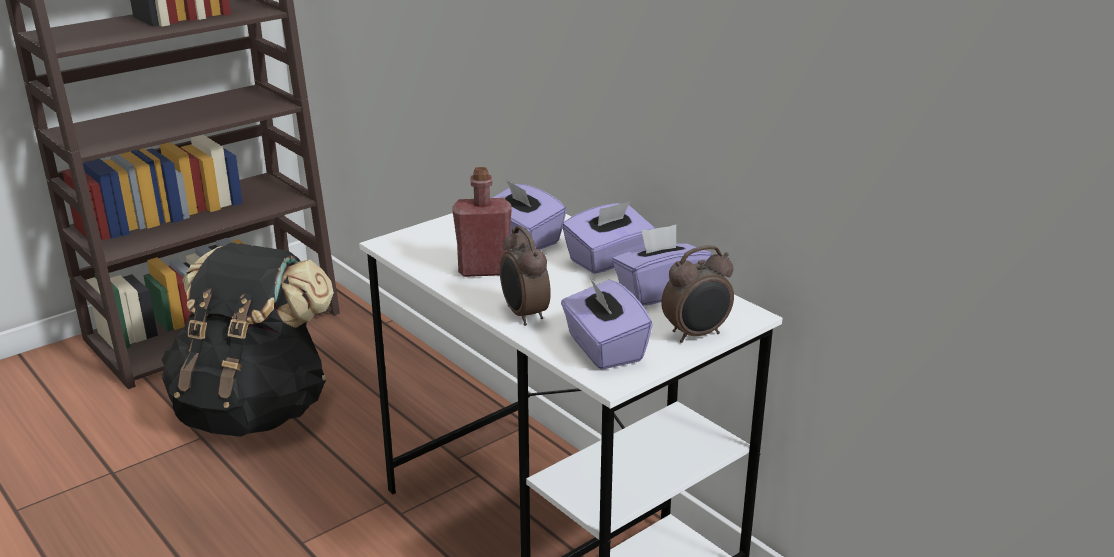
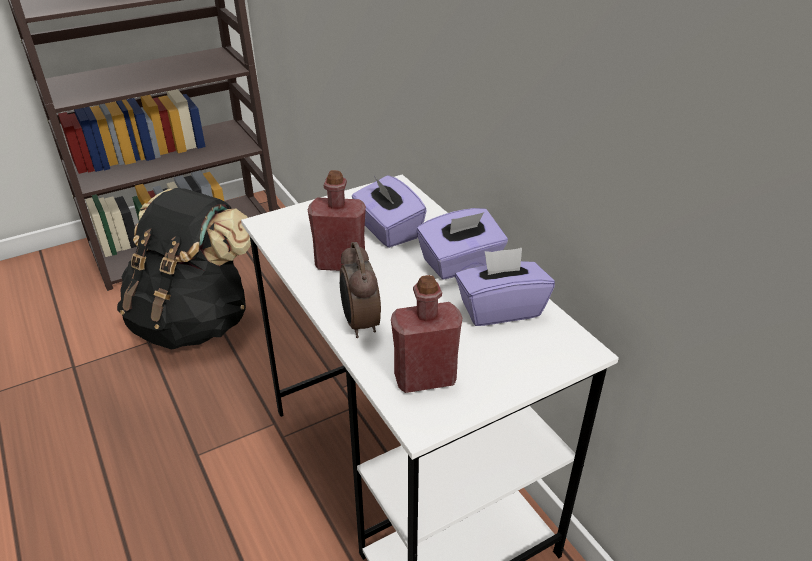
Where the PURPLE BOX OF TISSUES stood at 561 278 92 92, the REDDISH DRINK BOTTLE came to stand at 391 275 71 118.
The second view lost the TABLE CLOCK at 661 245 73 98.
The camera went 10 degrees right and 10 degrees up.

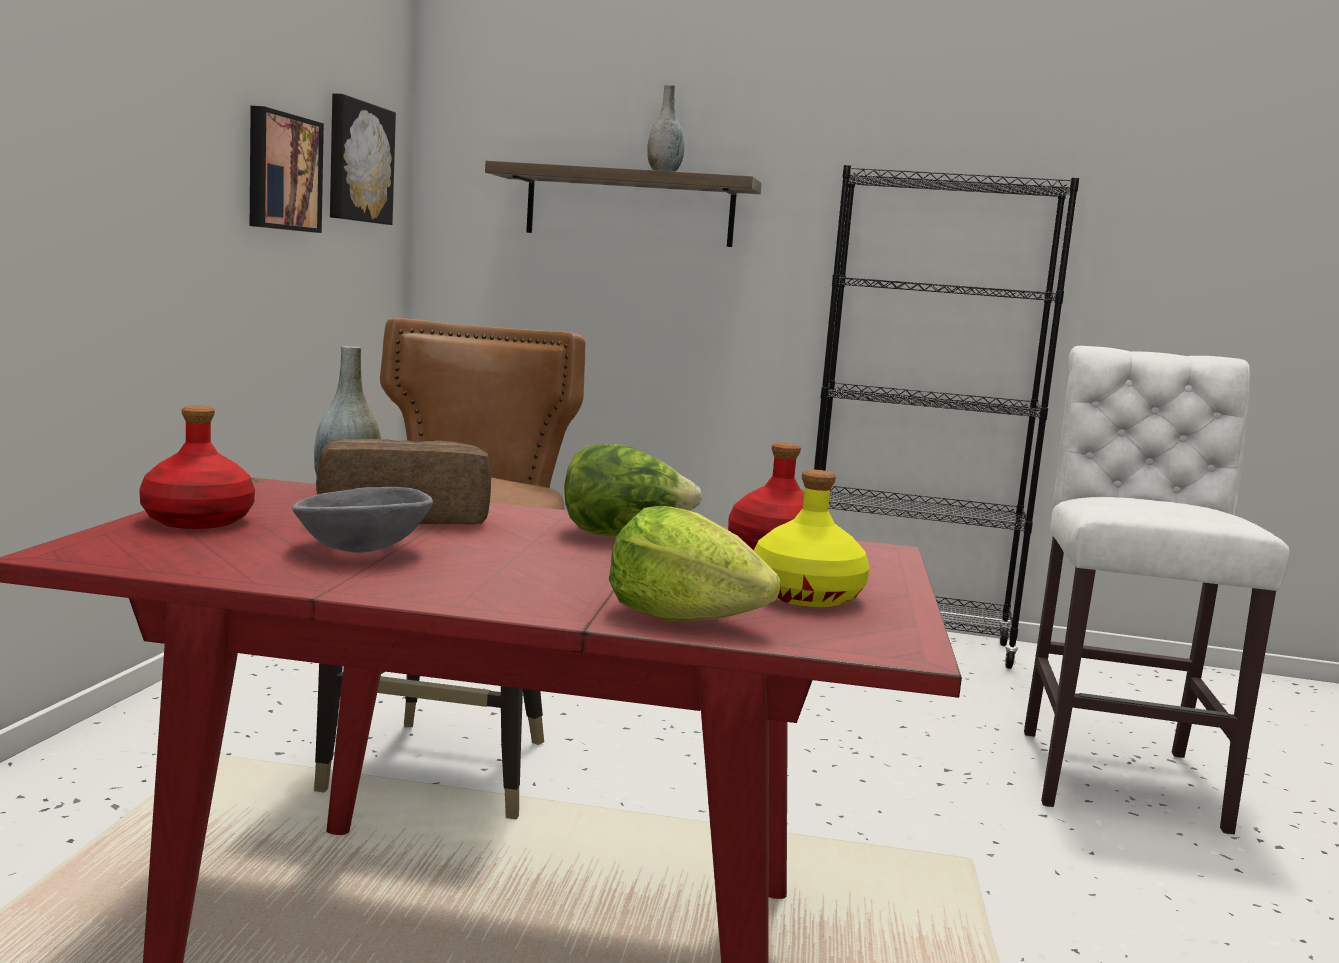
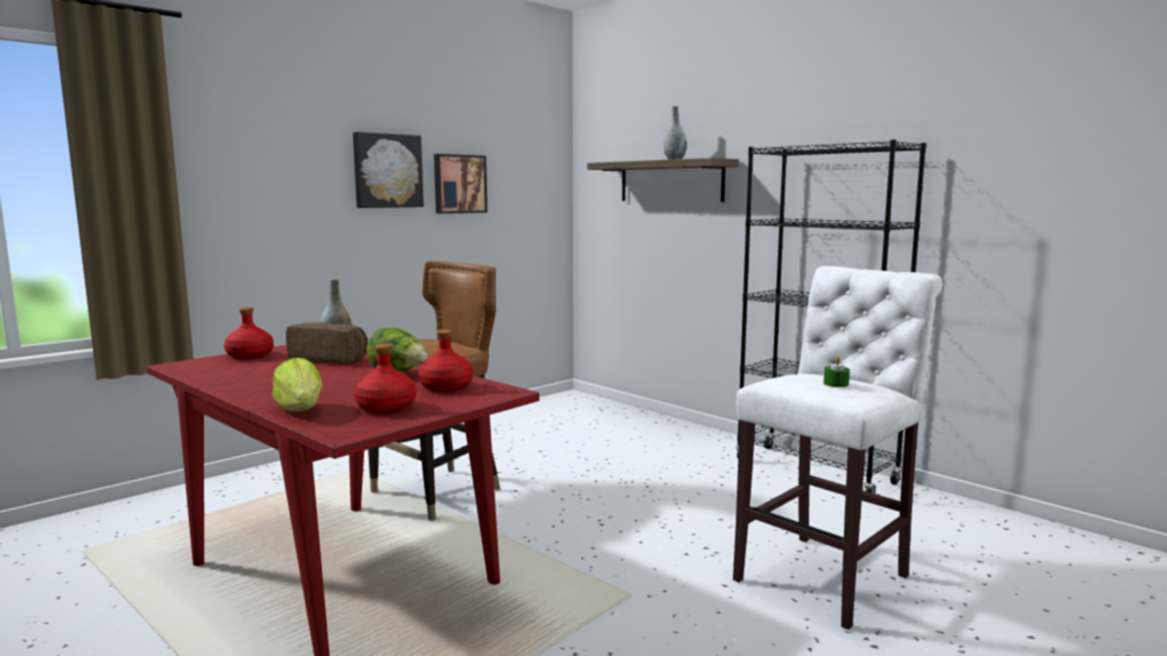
The second view lost the GRAY DEEP DISH at 292 487 141 66.
The PICTURE ended up elsewhere, having gone from 330 93 66 132 to 353 132 71 76.
What was the YELLOW-COLOURED DRINK BOTTLE at 754 470 116 137 turned into the REDDISH DRINK BOTTLE at 354 344 62 70.
The second view gained the GREEN-COLOURED WAX CANDLE at 824 356 26 31.
The camera went 35 degrees right and 0 degrees up.

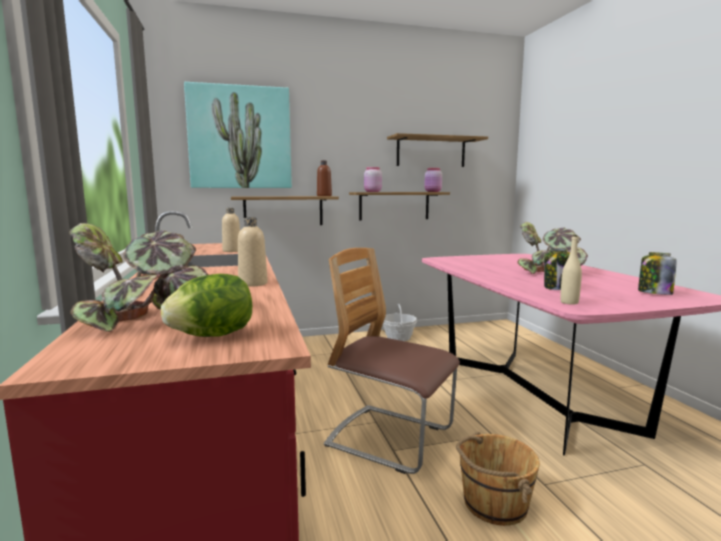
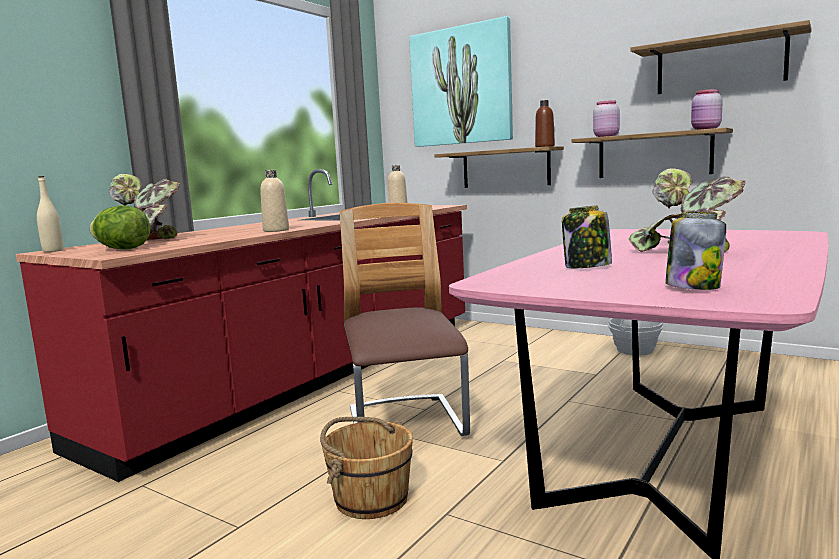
The SAND-COLOURED DRINK BOTTLE ended up elsewhere, having gone from 560 235 22 70 to 37 176 26 76.
The camera went 50 degrees right and 0 degrees up.

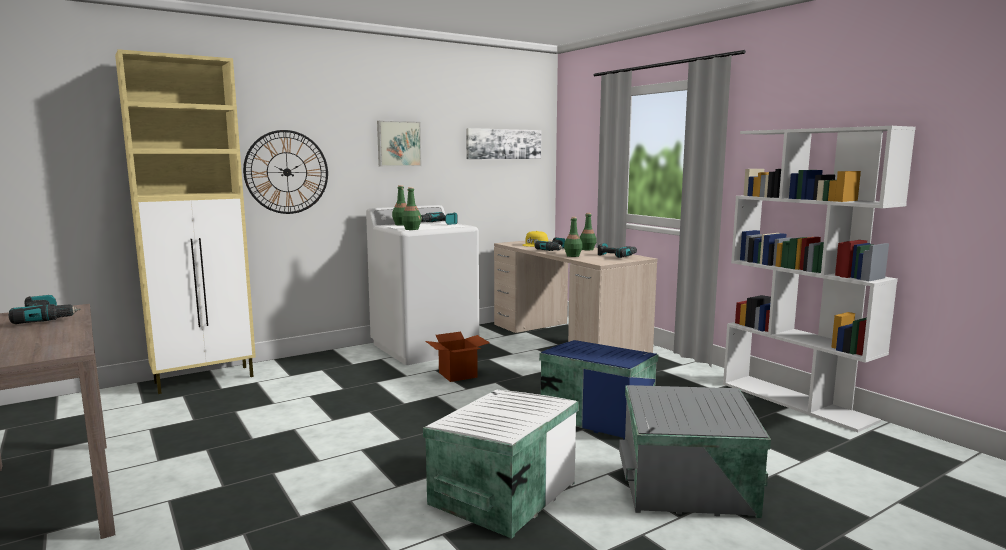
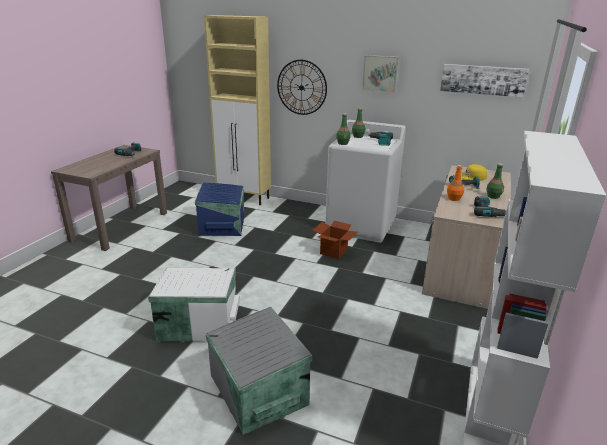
The BLUE STORAGE BOX ended up elsewhere, having gone from 539 340 119 100 to 195 183 49 53.
What was the GREEN-COLOURED DRINK BOTTLE at 564 217 19 40 turned into the ORANGE DRINK BOTTLE at 447 165 17 36.
The camera went 55 degrees right and 15 degrees up.

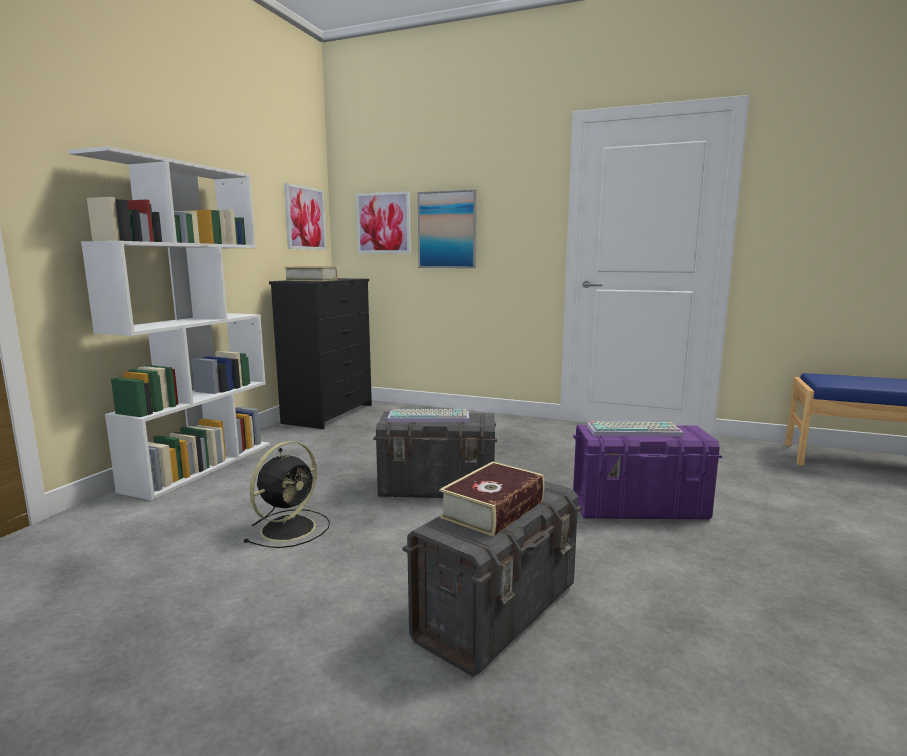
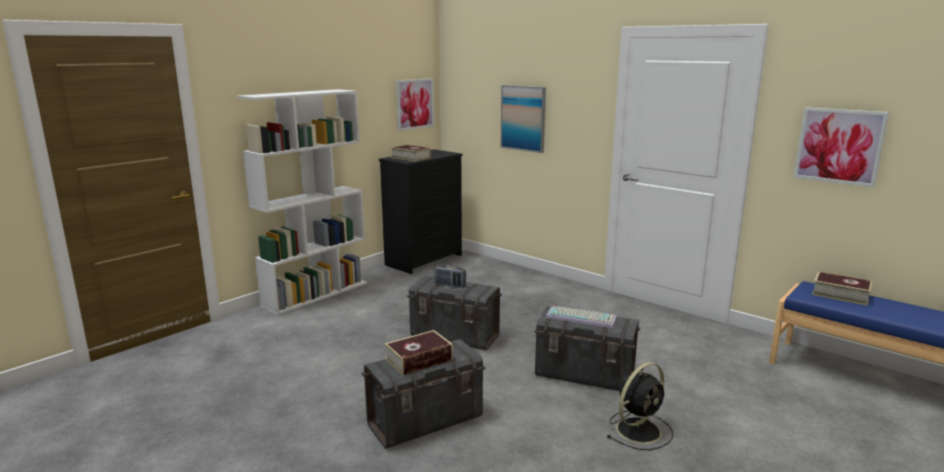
The BLACK ELECTRIC FAN ended up elsewhere, having gone from 243 441 87 107 to 606 362 67 88.
The PICTURE ended up elsewhere, having gone from 356 191 55 62 to 794 107 95 80.
Where the COMPUTER KEYBOARD stood at 387 409 83 13, the RADIO RECEIVER came to stand at 434 265 32 23.
What was the PURPLE STORAGE BOX at 573 425 149 94 turned into the GRAY STORAGE BOX at 534 306 106 85.
The second view gained the BOOK at 812 272 60 34.
The camera went 20 degrees right and 5 degrees up.

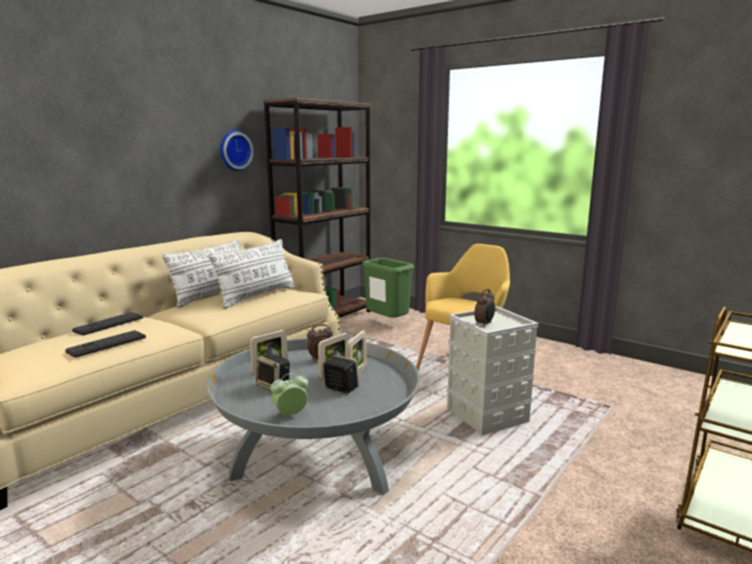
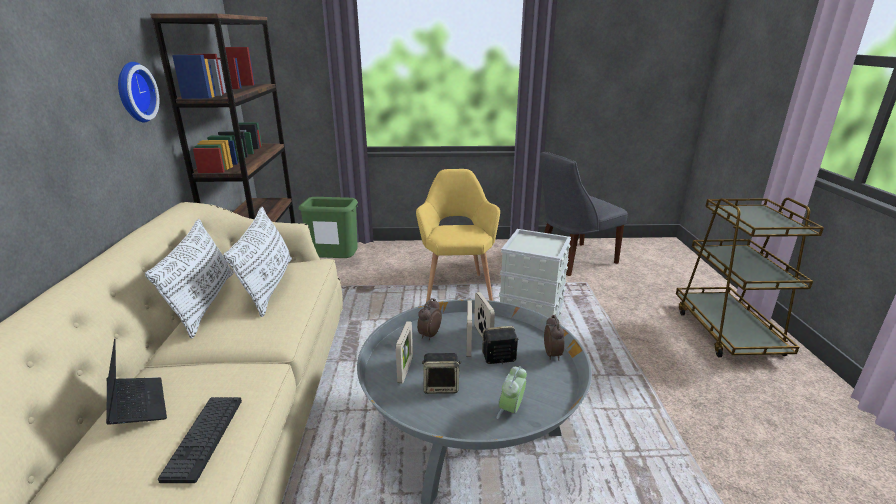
Where the COMPUTER KEYBOARD stood at 72 312 71 24, the NOTEBOOK COMPUTER came to stand at 106 339 61 86.
The TABLE CLOCK ended up elsewhere, having gone from 474 289 21 38 to 544 315 21 46.
The second view gained the GRAY UPRIGHT CHAIR at 540 151 88 125.
The camera went 40 degrees left and 10 degrees up.

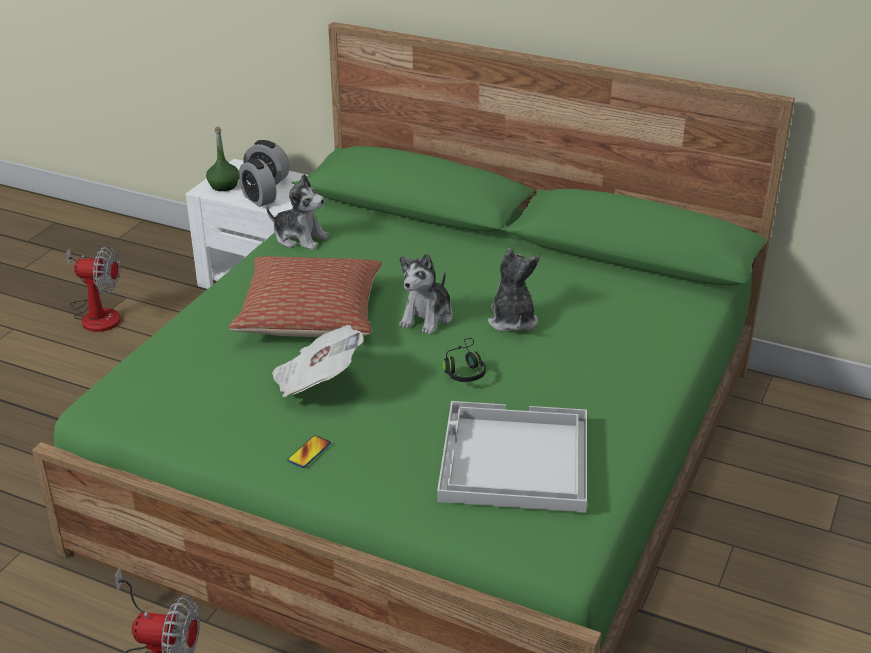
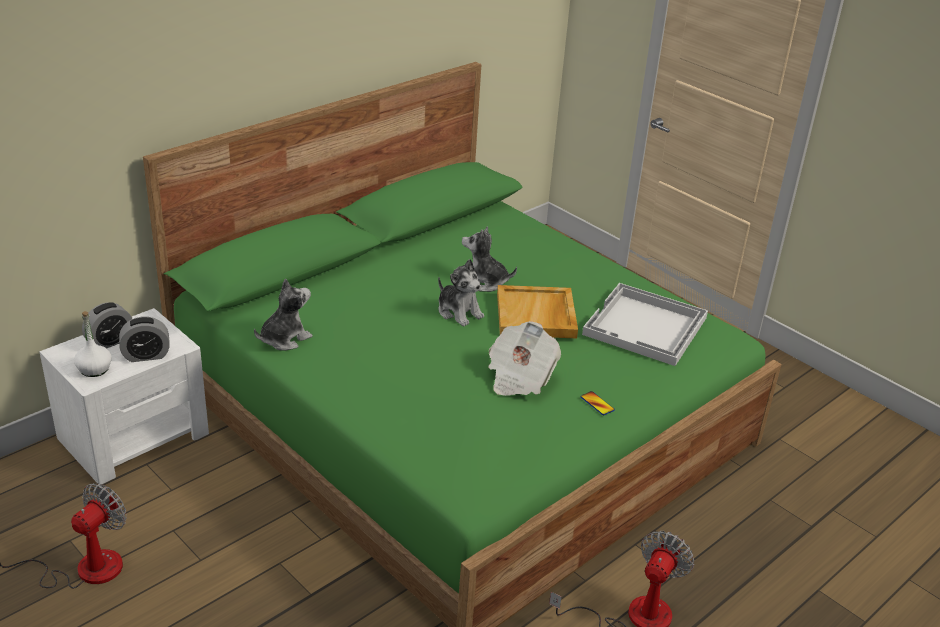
What was the GREEN-COLOURED DRINK BOTTLE at 206 126 33 65 turned into the WHITE DRINK BOTTLE at 74 311 38 66.
The second view lost the CUSHION at 229 256 153 81.
Where the BLACK HEADSET stood at 443 338 43 44, the SAND-COLOURED SERVING TRAY came to stand at 497 285 81 54.
The camera went 70 degrees left and 0 degrees up.

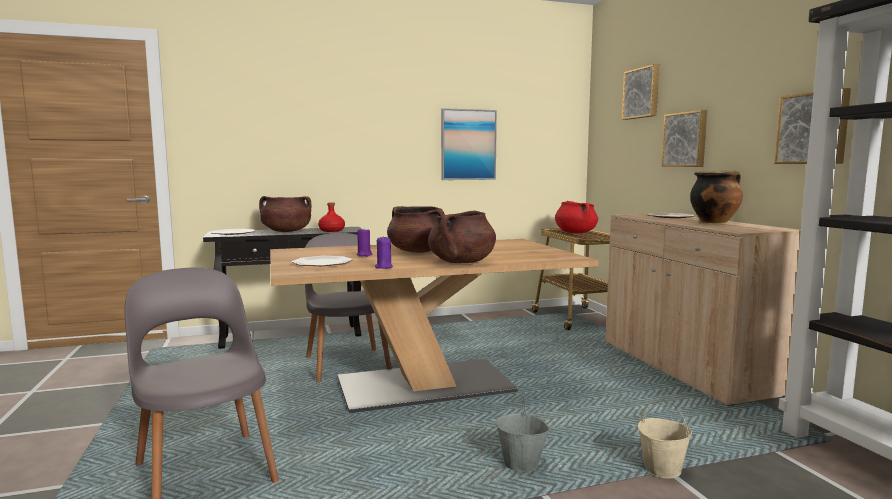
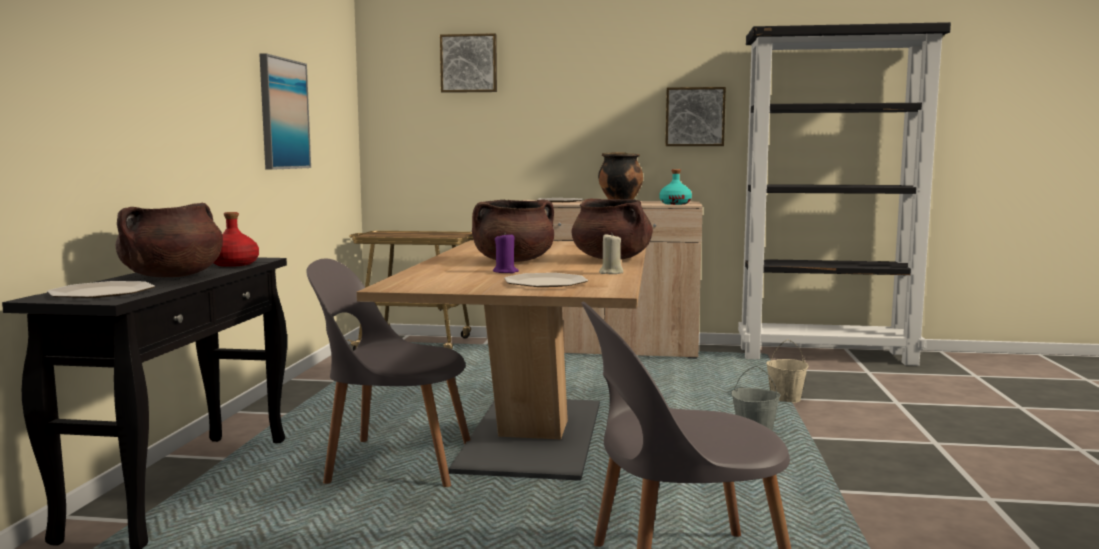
What was the PURPLE WAX CANDLE at 375 236 18 33 turned into the SAND-COLOURED WAX CANDLE at 599 233 24 41.
The second view lost the REDDISH COOKING POT at 555 201 43 32.
The second view lost the PICTURE at 661 110 46 57.
The second view gained the TURQUOISE-COLOURED DRINK BOTTLE at 660 169 32 36.
The camera went 65 degrees left and 0 degrees up.

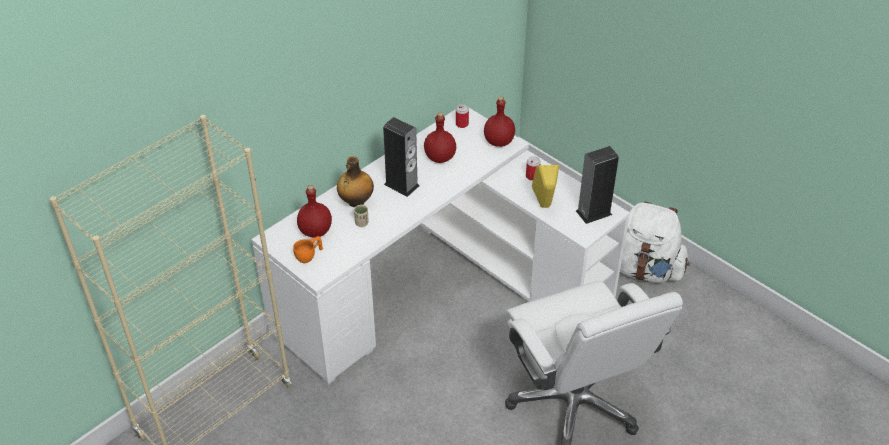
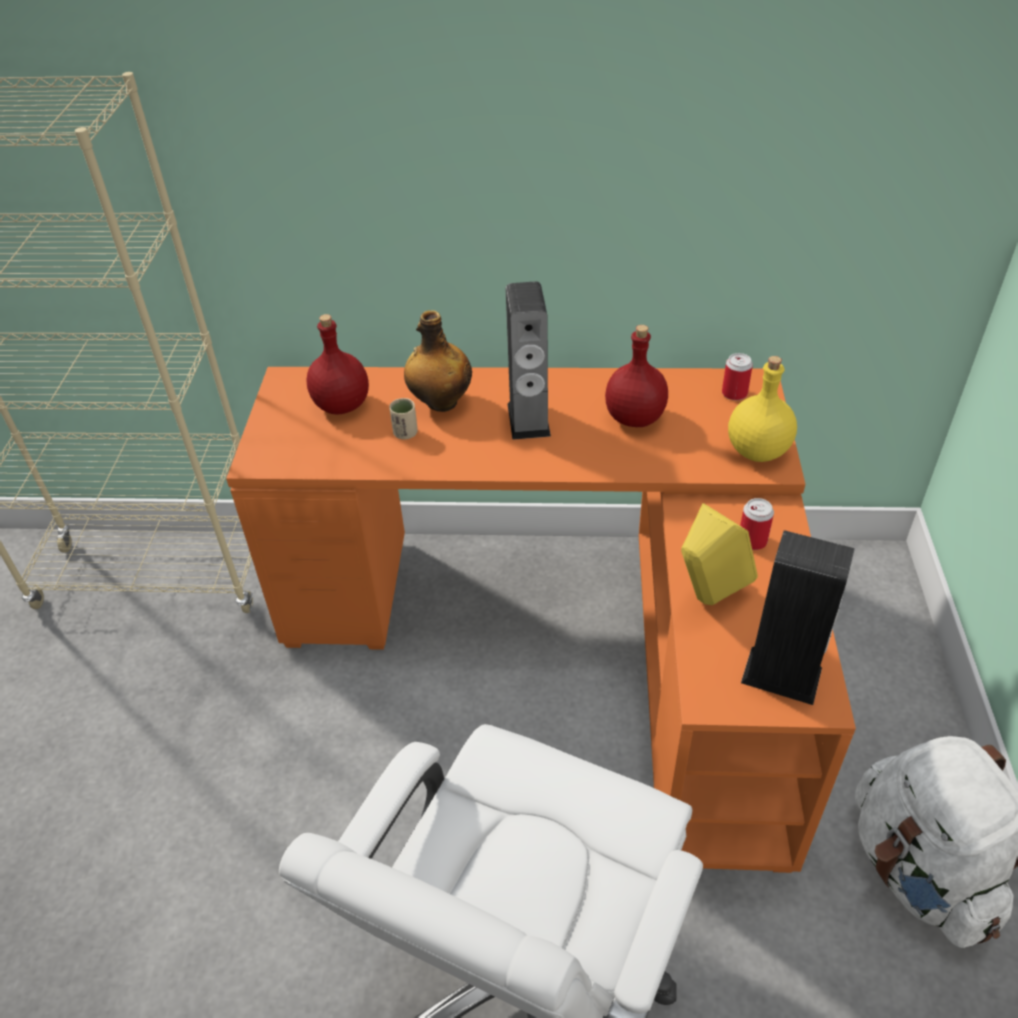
What was the WHITE DESK at 251 107 379 278 turned into the ORANGE DESK at 226 367 630 506.
The second view lost the ORANGE DRINKING CUP at 293 236 30 27.
What was the REDDISH DRINK BOTTLE at 484 97 31 50 turned into the YELLOW-COLOURED DRINK BOTTLE at 728 356 69 106.
The camera went 50 degrees right and 0 degrees up.

